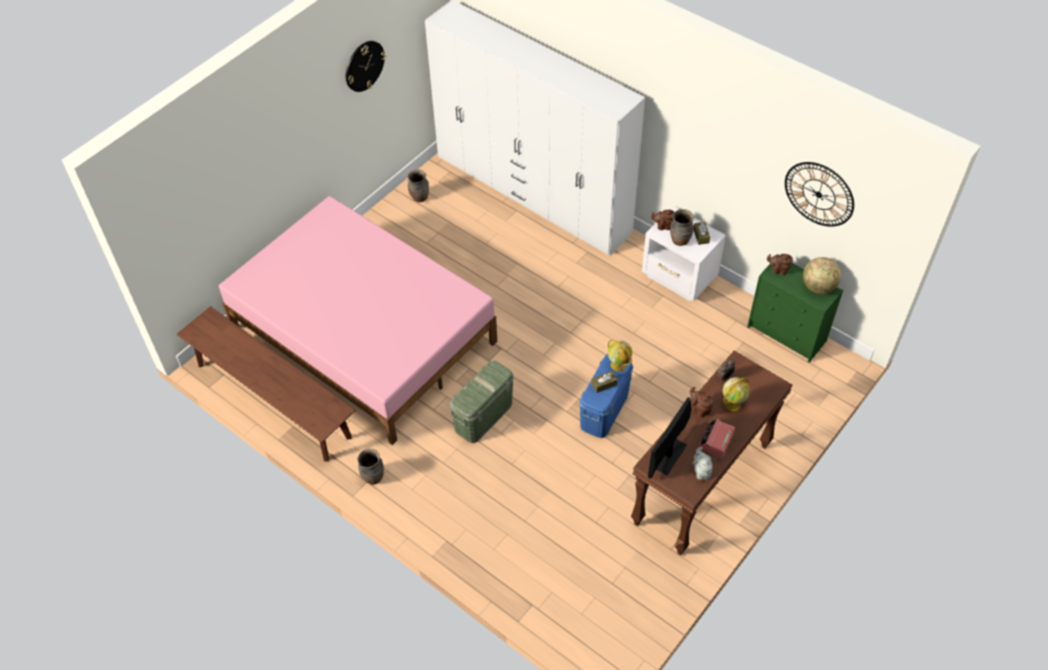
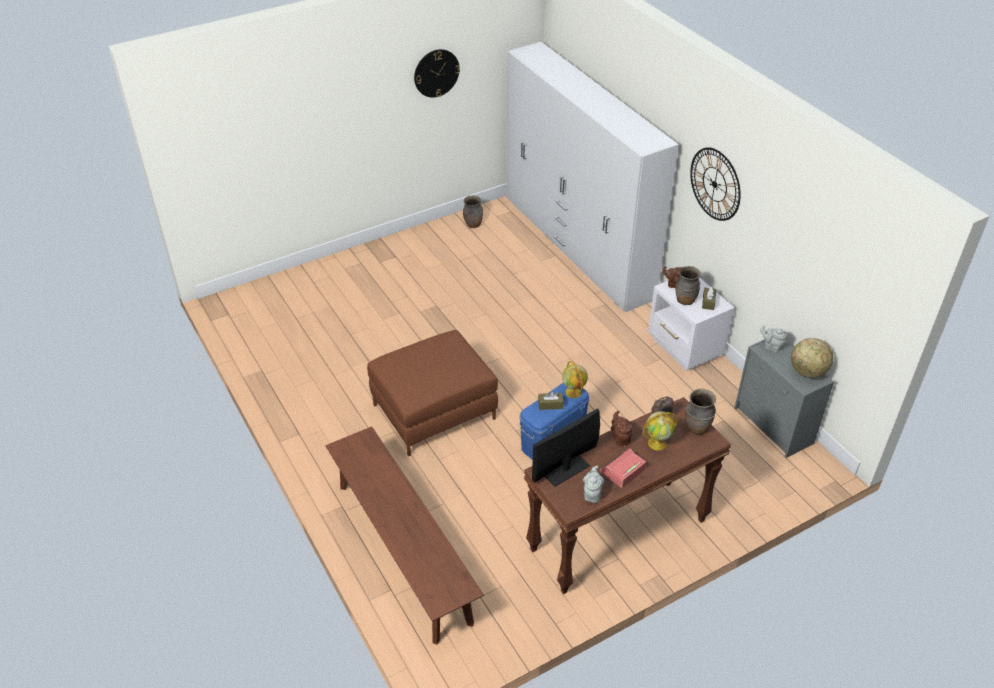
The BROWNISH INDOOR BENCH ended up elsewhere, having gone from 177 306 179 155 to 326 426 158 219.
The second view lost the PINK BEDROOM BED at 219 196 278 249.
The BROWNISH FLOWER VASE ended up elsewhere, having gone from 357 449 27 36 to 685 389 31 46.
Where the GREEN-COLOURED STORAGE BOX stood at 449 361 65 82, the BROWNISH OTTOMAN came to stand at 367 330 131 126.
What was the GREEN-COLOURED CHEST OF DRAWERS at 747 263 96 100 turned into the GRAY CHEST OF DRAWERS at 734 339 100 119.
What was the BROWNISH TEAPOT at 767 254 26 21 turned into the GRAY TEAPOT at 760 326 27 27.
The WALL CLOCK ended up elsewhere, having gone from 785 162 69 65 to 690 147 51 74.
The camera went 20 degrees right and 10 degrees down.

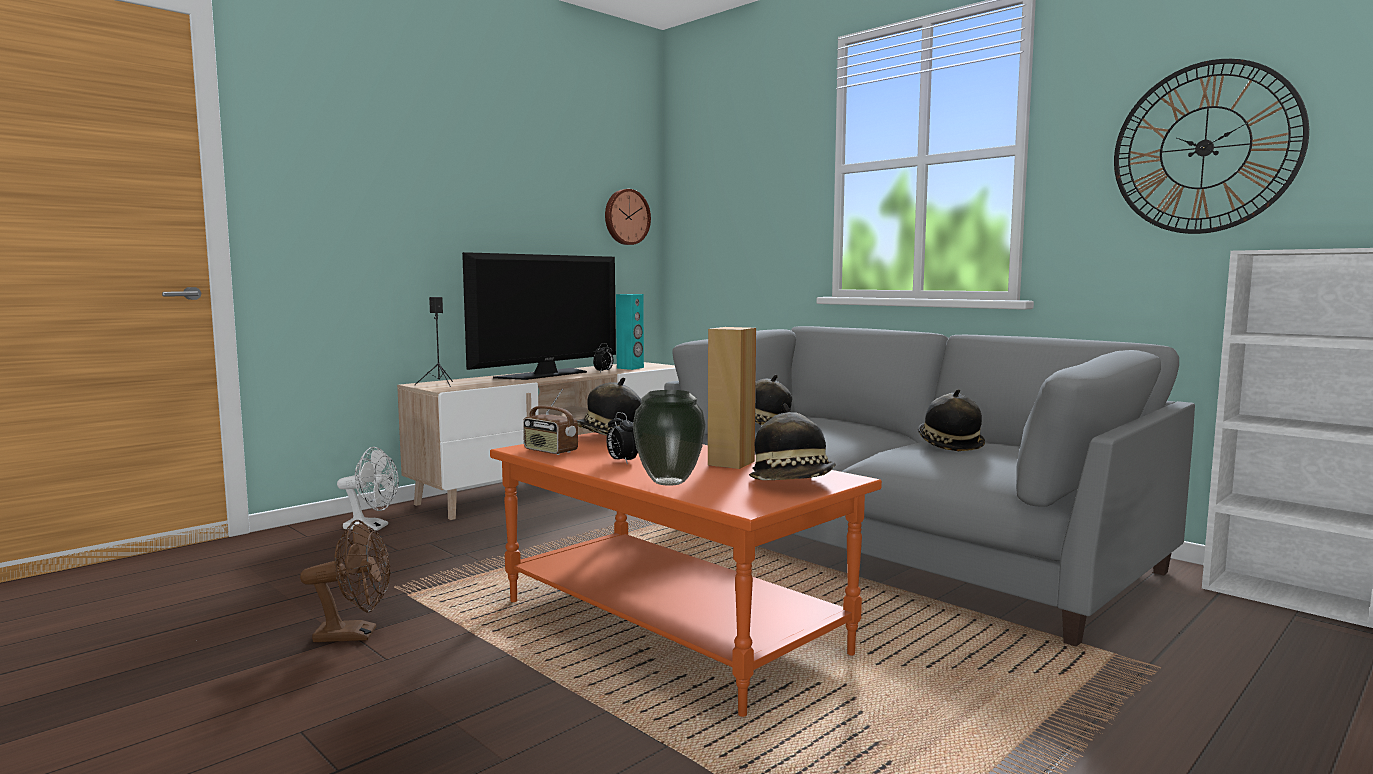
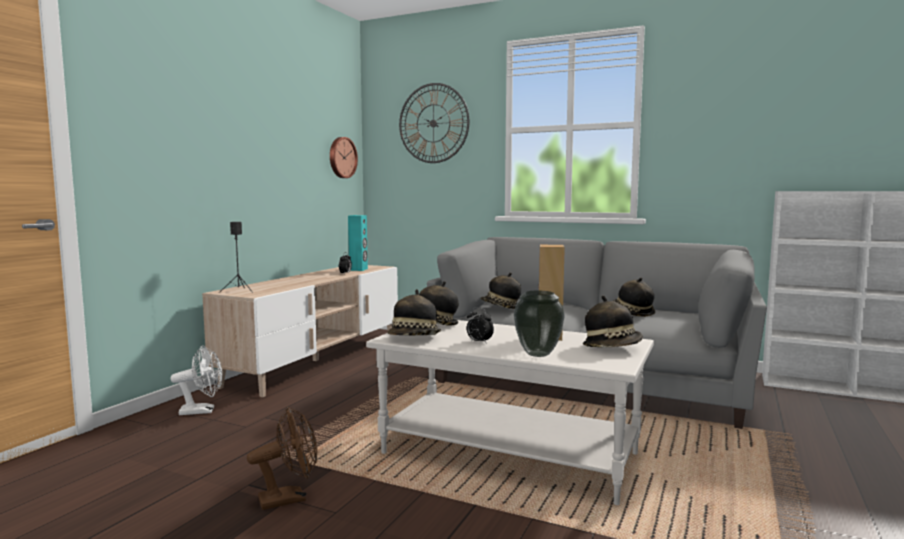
The second view lost the TV at 462 252 154 128.
What was the ORANGE LOUNGE TABLE at 490 432 392 285 turned into the WHITE LOUNGE TABLE at 366 320 288 185.
Where the RADIO RECEIVER stood at 523 389 55 66, the WEARABLE HAT came to stand at 388 289 53 46.
The WALL CLOCK ended up elsewhere, having gone from 1114 59 195 175 to 399 83 71 80.
The camera went 20 degrees left and 0 degrees up.

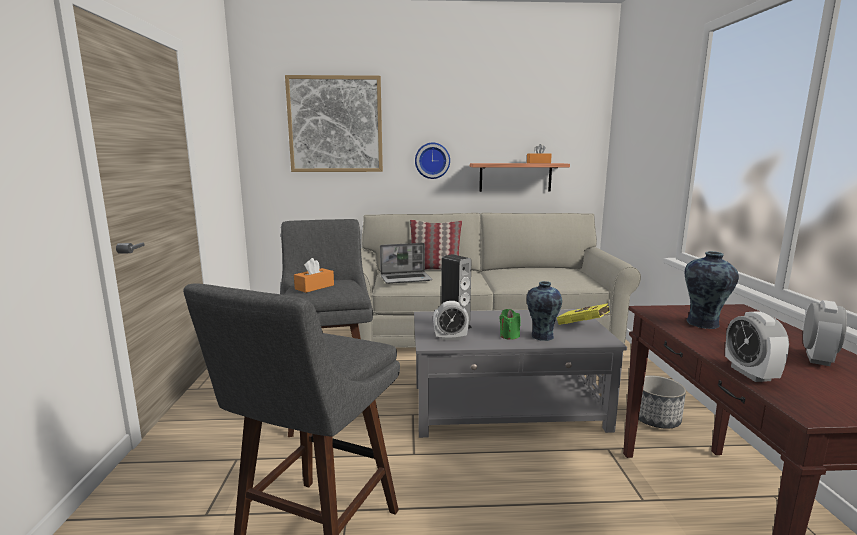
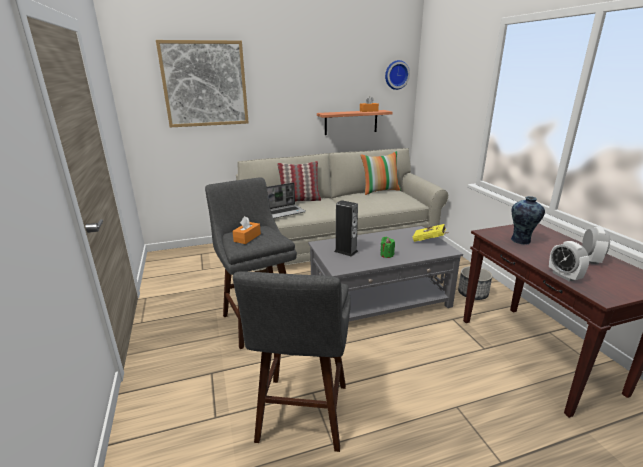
The WALL CLOCK ended up elsewhere, having gone from 415 143 35 36 to 385 60 25 30.
The second view lost the TABLE CLOCK at 433 301 36 39.
The second view lost the FLOWER VASE at 527 281 35 60.
The second view gained the CUSHION at 361 151 40 44.
The camera went 15 degrees left and 10 degrees up.

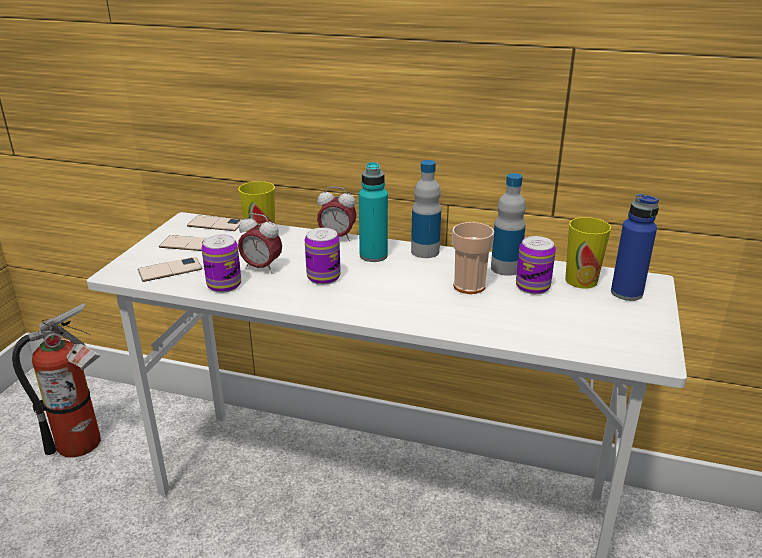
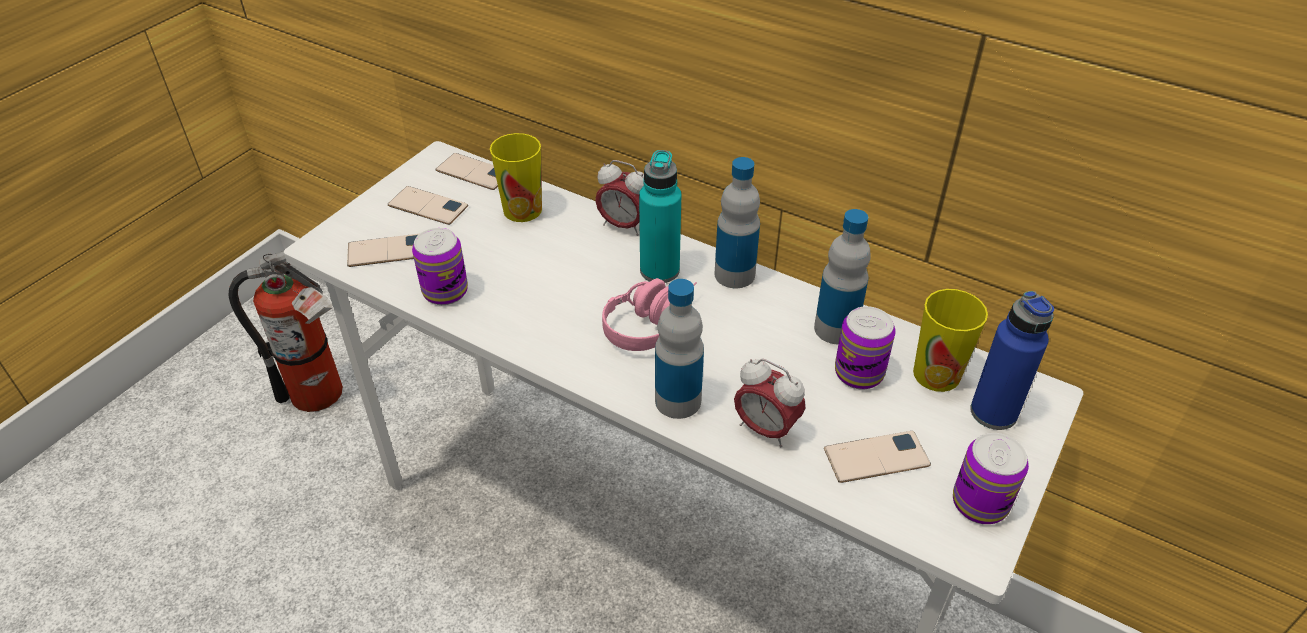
The TABLE CLOCK ended up elsewhere, having gone from 238 213 44 61 to 734 358 72 89.
The CAN ended up elsewhere, having gone from 305 228 36 57 to 953 433 76 91.
The second view lost the DRINKING CUP at 452 222 42 72.
The second view gained the PINK HEADSET at 602 278 95 73.
The second view gained the DRINK BOTTLE at 655 279 49 140.
The second view gained the PHONE at 824 431 107 52.
The camera went 15 degrees right and 15 degrees up.

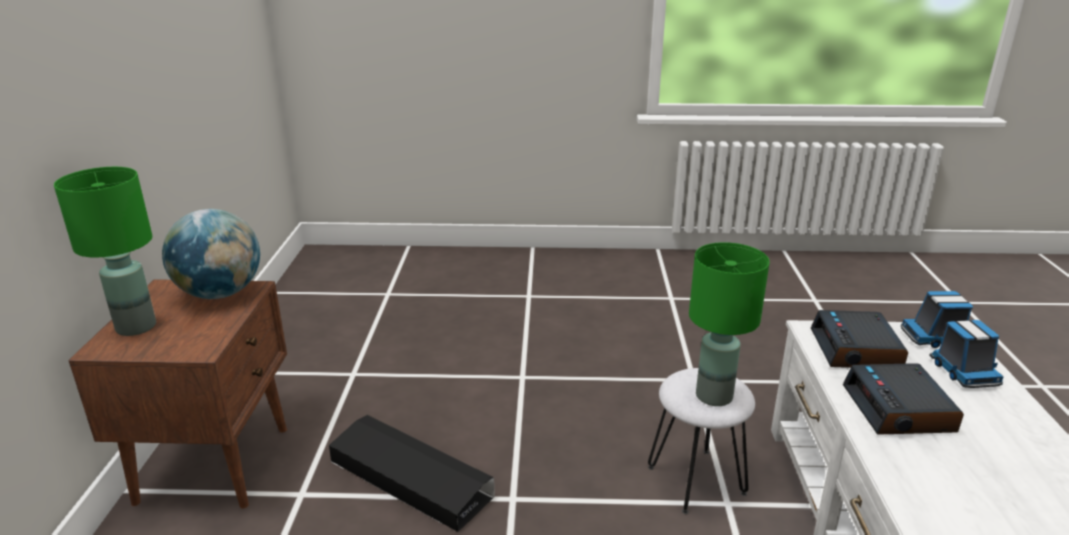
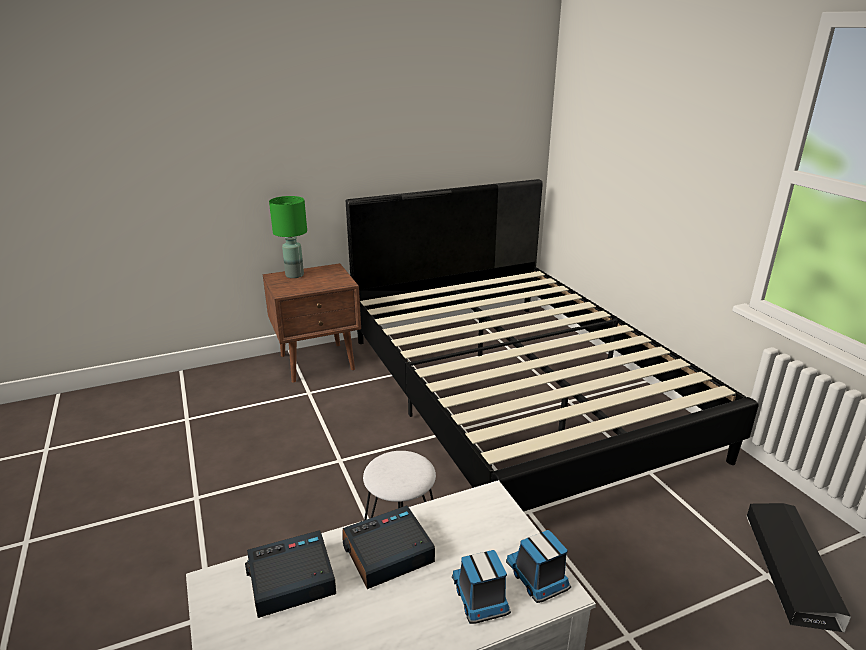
The second view lost the GLOBE at 162 209 98 90.
The BLACK STORAGE BOX ended up elsewhere, having gone from 329 415 166 117 to 746 503 105 129.
The second view lost the GREEN-COLOURED TABLE LAMP at 689 242 81 164.
The TABLE CLOCK ended up elsewhere, having gone from 811 310 97 58 to 245 530 91 88.
The MODEL TRUCK at 929 320 75 68 ended up facing another way, 105 degrees clockwise from before.
The second view gained the BLACK BEDROOM BED at 346 179 413 333.
The camera went 65 degrees right and 0 degrees up.

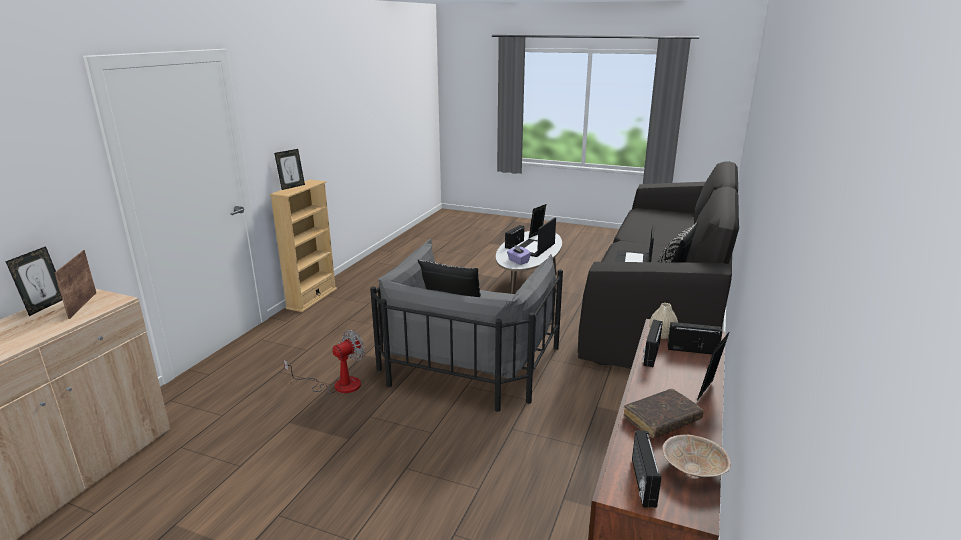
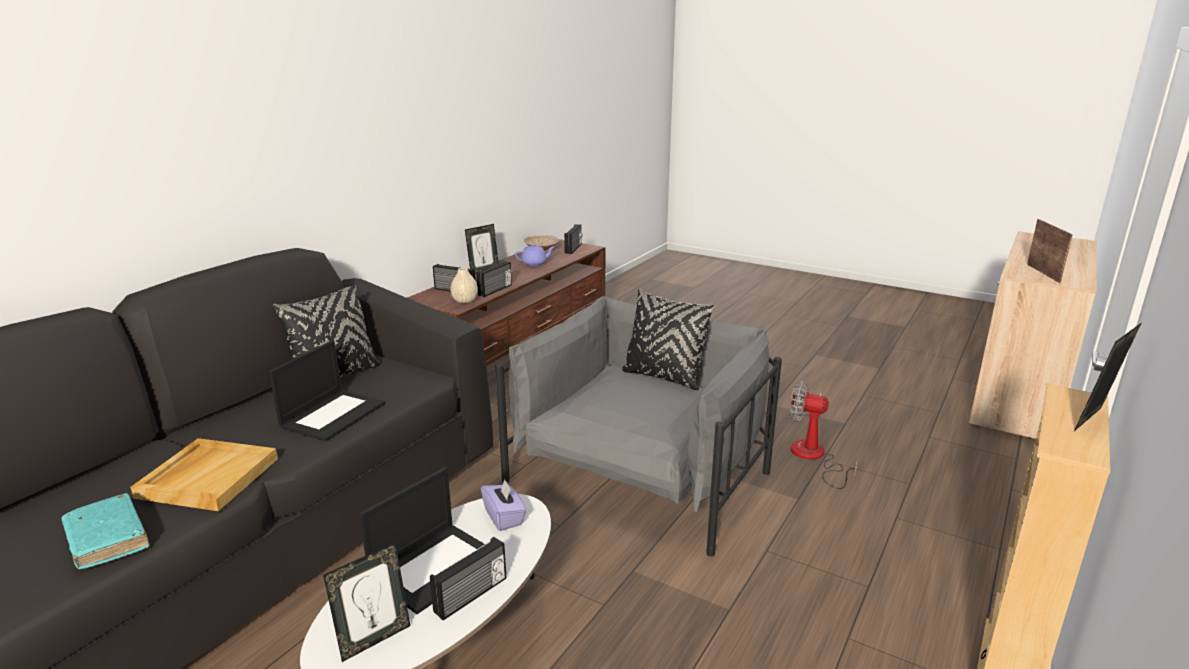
The second view lost the PICTURE FRAME at 6 246 56 70.
The ELECTRIC FAN at 284 330 81 64 ended up facing another way, 60 degrees clockwise from before.
Where the BROWNISH BOOK stood at 624 389 80 49, the PURPLE TEAPOT came to stand at 515 244 39 22.
The second view gained the TURQUOISE-COLOURED BOOK at 61 493 89 77.
The second view gained the SAND-COLOURED SERVING TRAY at 130 438 148 73.
The camera went 170 degrees left and 0 degrees up.

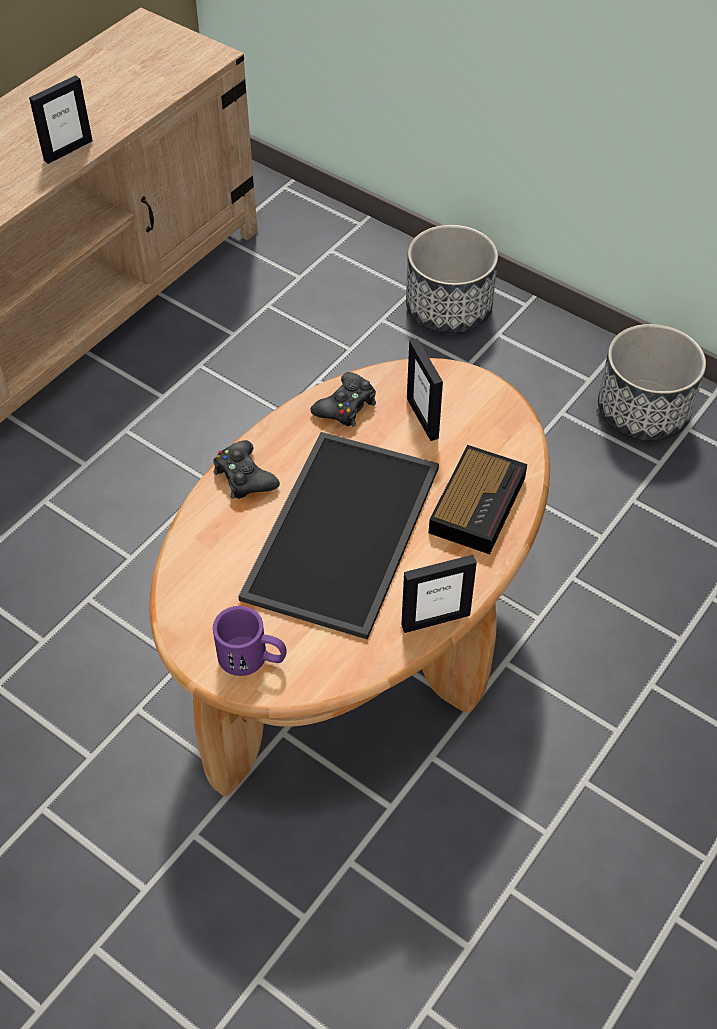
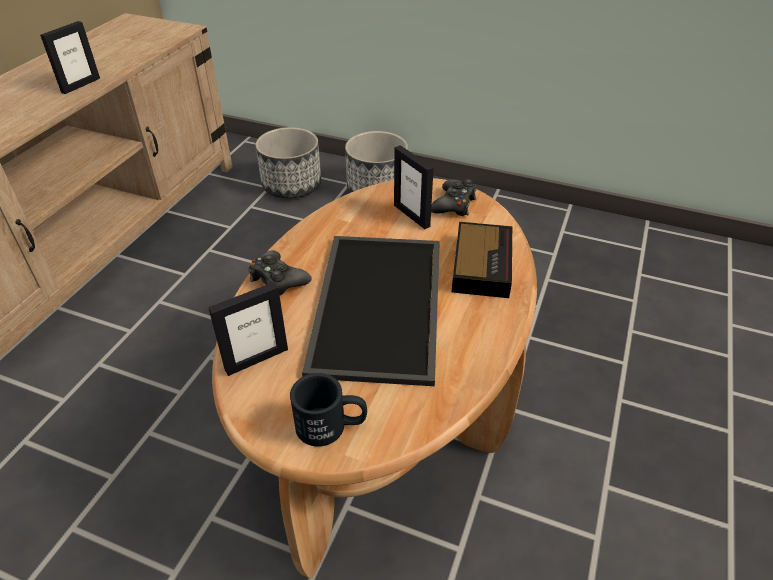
What was the PURPLE COFFEE MUG at 213 606 74 70 turned into the BLACK COFFEE MUG at 290 373 77 74.
The BLACK GAME CONTROLLER ended up elsewhere, having gone from 310 372 66 55 to 431 179 45 37.
The PICTURE FRAME ended up elsewhere, having gone from 401 555 76 78 to 208 282 80 94.
The PLANT POT ended up elsewhere, having gone from 598 324 108 117 to 256 127 65 71.
The camera went 15 degrees left and 10 degrees down.

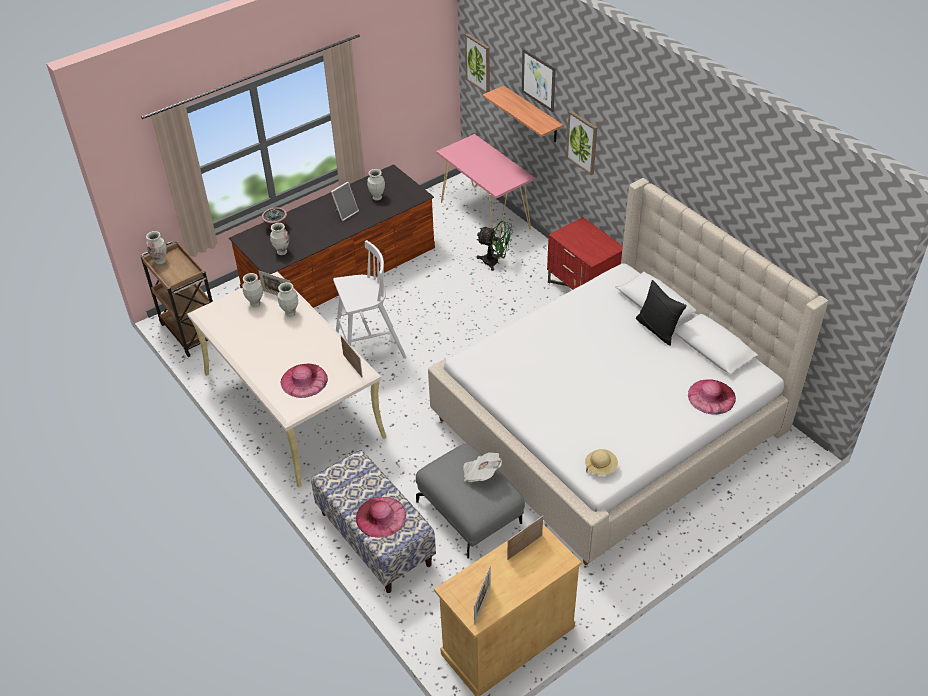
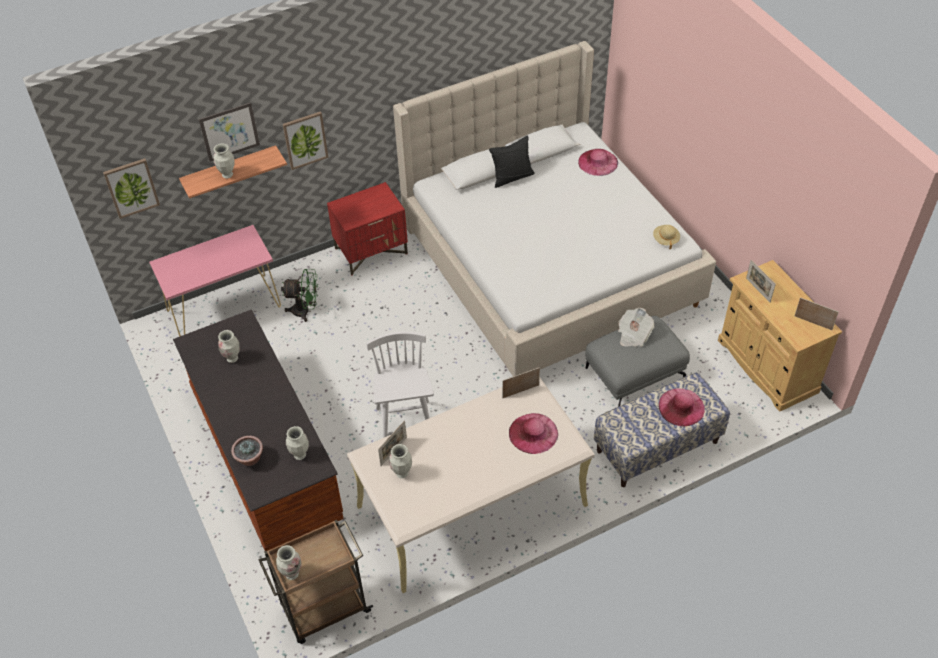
The FLOWER VASE ended up elsewhere, having gone from 278 282 20 35 to 214 143 21 36.
The second view lost the PICTURE FRAME at 331 182 28 39.
The GREEN-COLOURED ELECTRIC FAN at 477 221 36 50 ended up facing another way, 60 degrees clockwise from before.
The camera went 80 degrees left and 5 degrees up.

